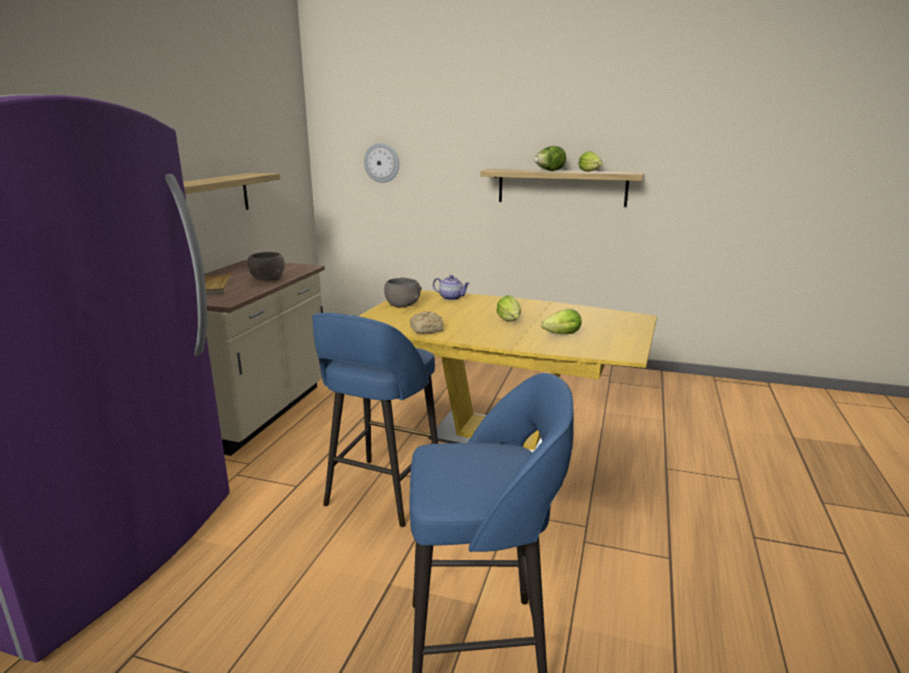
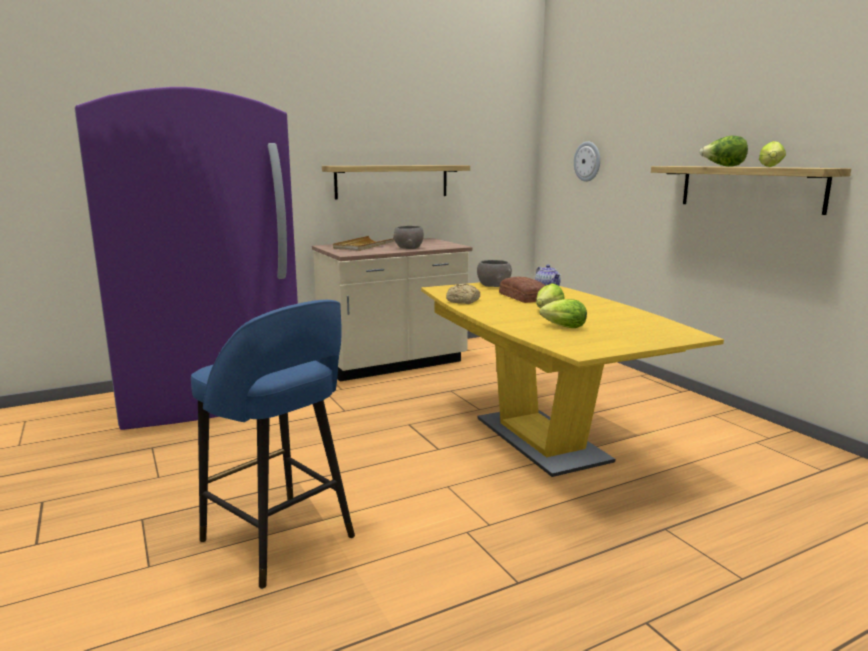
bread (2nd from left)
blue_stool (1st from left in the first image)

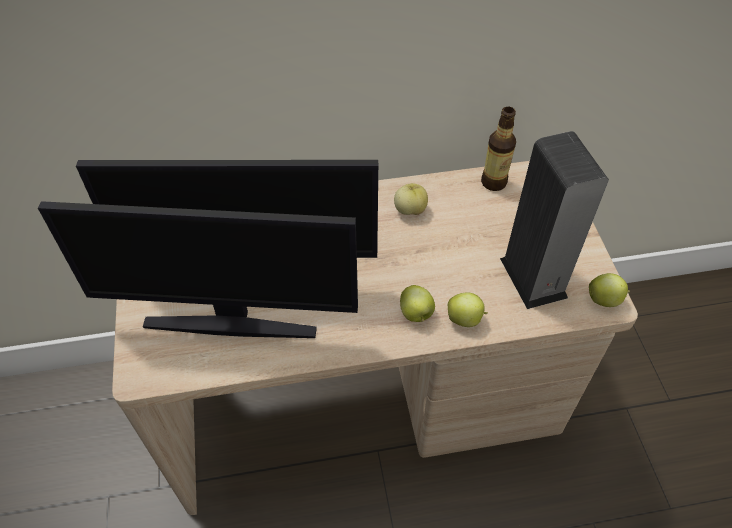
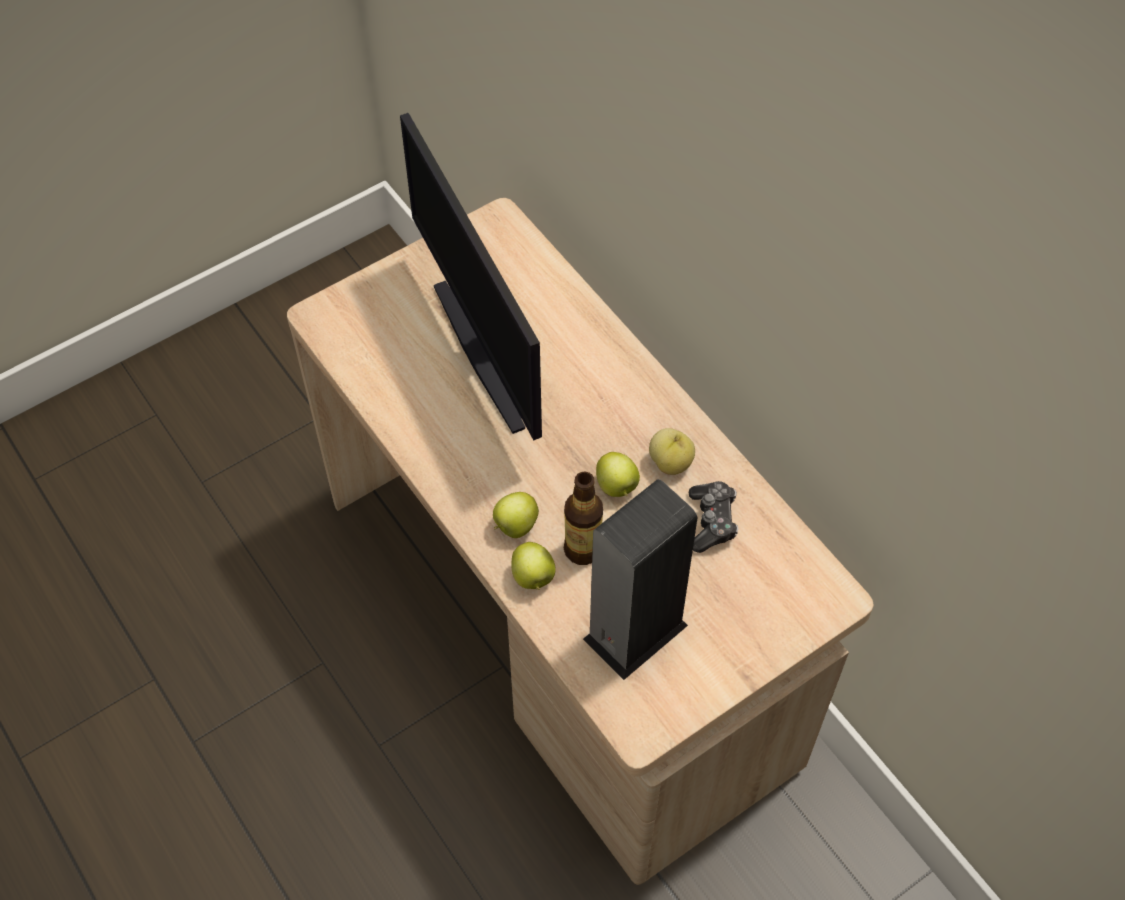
bottle
apple (3rd from left)
game_controller
monitor (1st from left in the first image)

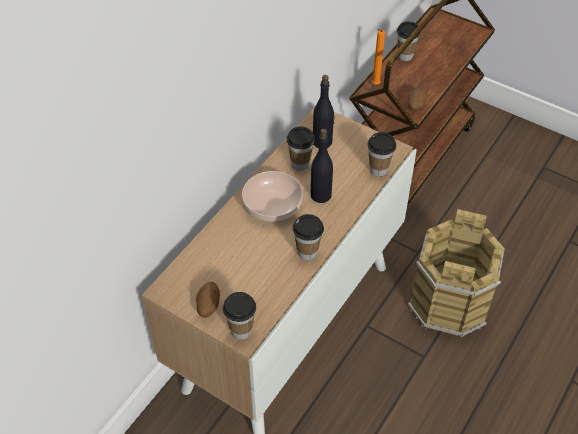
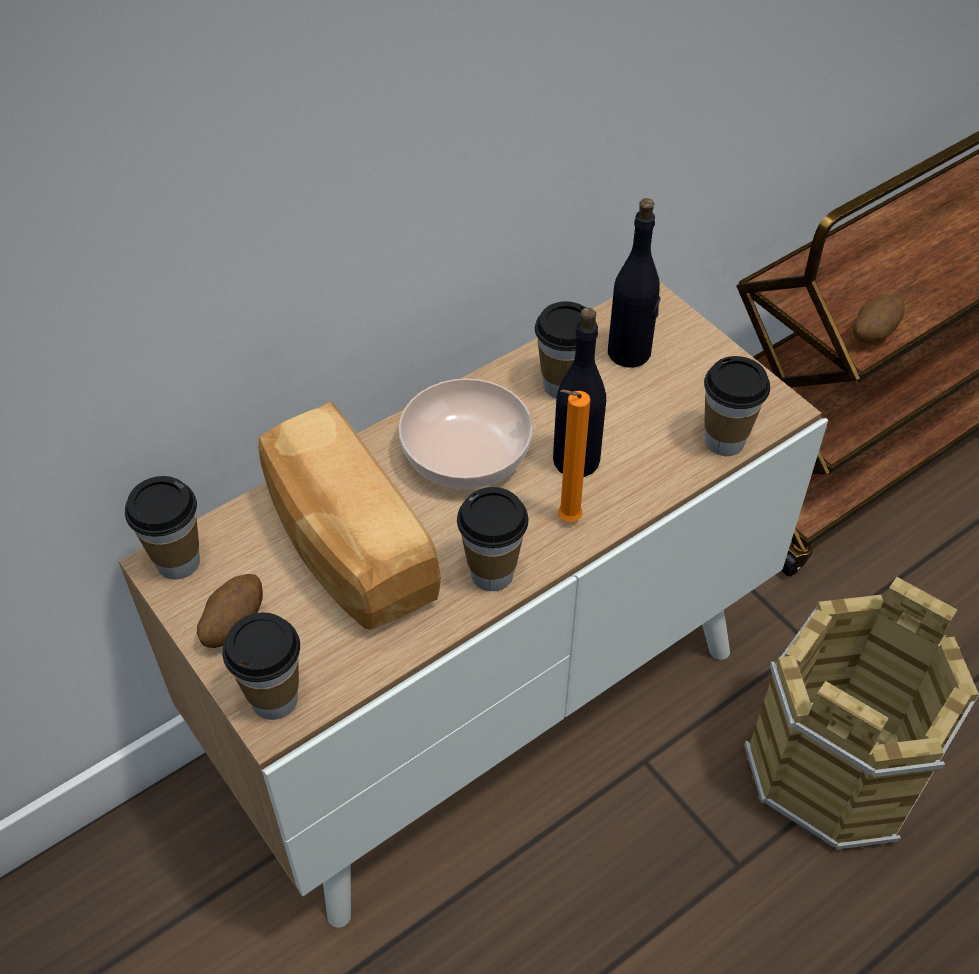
cup (1st from left)
bread
orange_candle

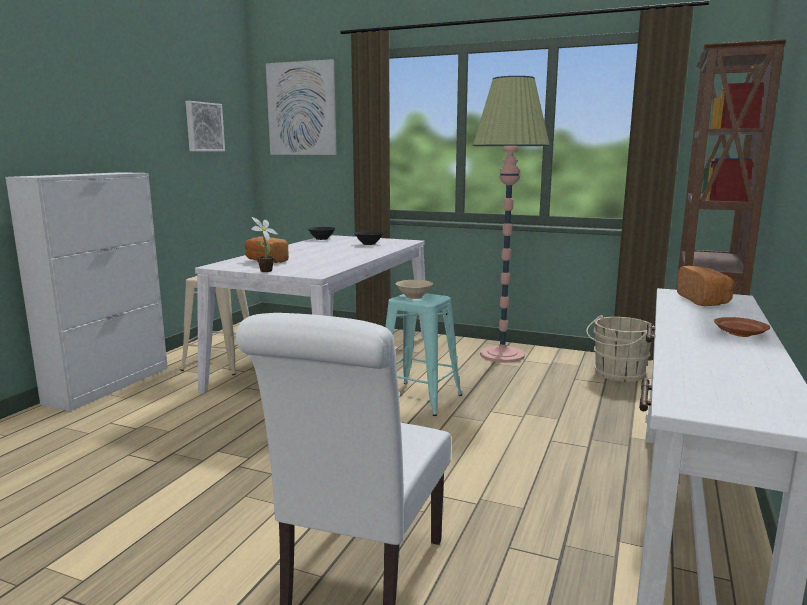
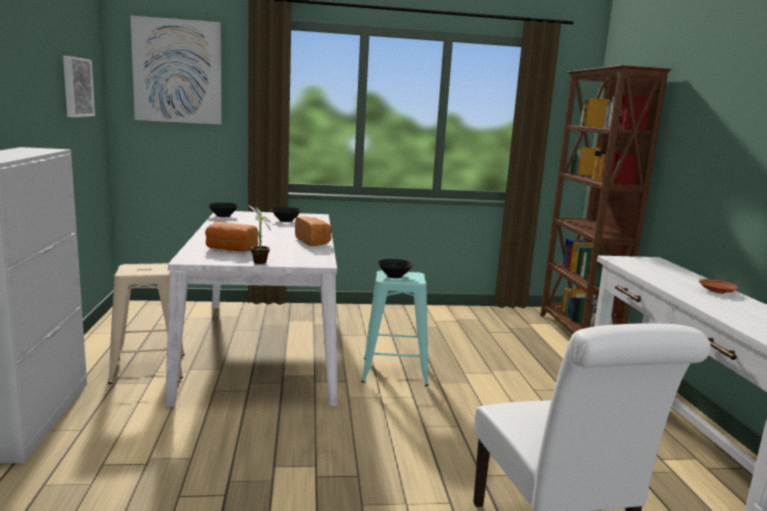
bread (2nd from left)
black_bowl (3rd from left)
floor_lamp
beige_bucket

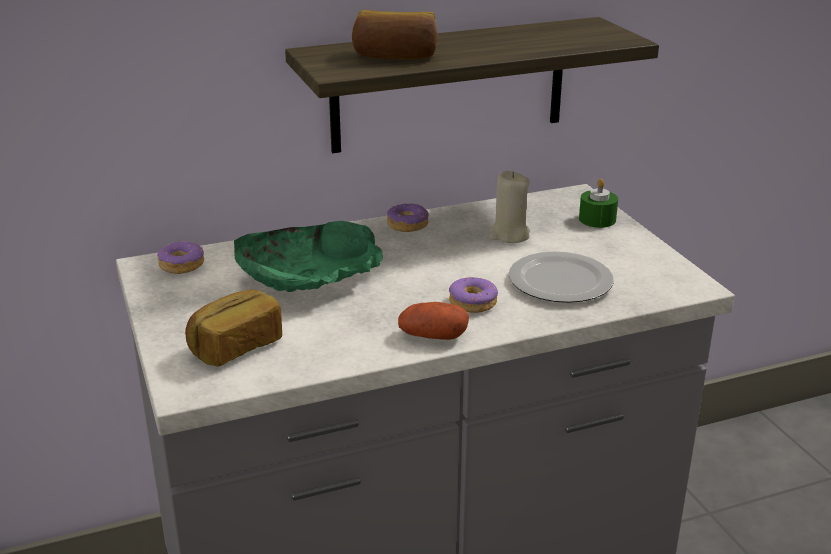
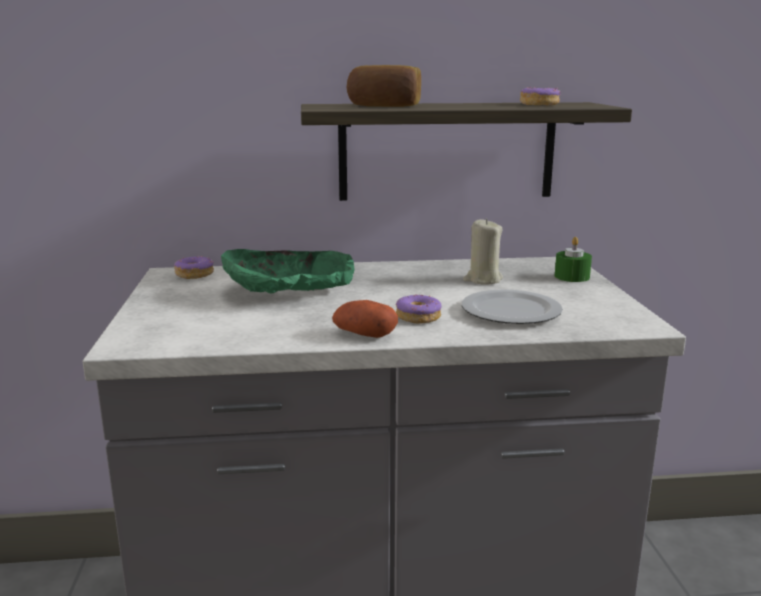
donut (3rd from left)
bread (1st from left in the first image)

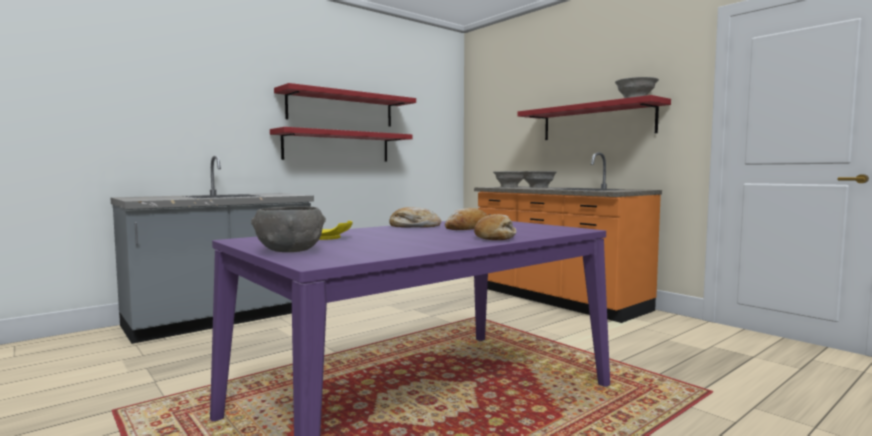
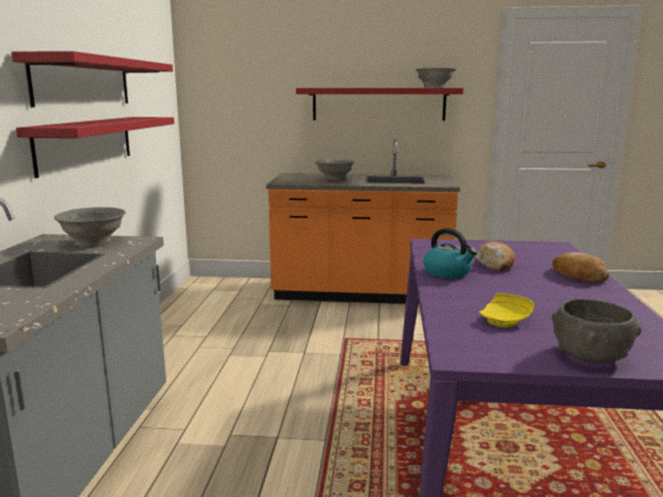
grey_bowl (1st from left)
kettle

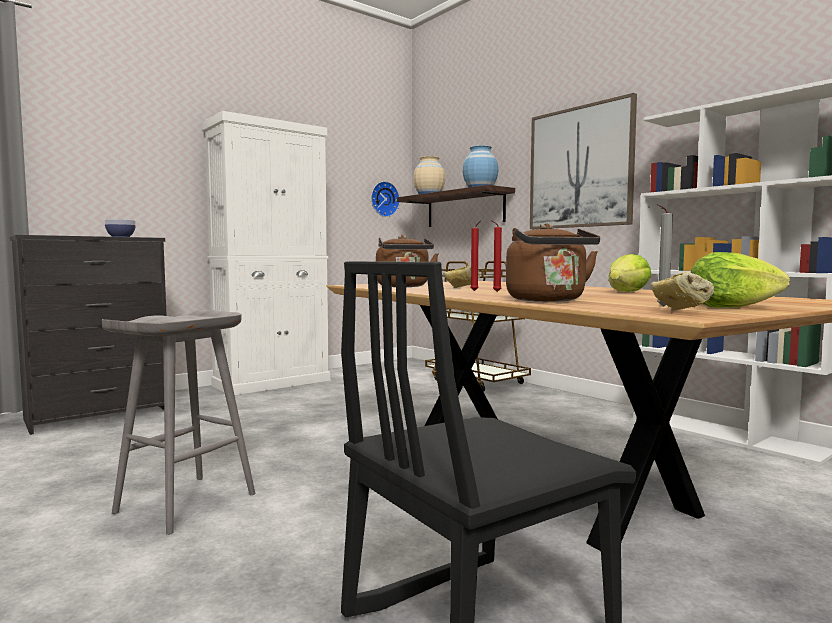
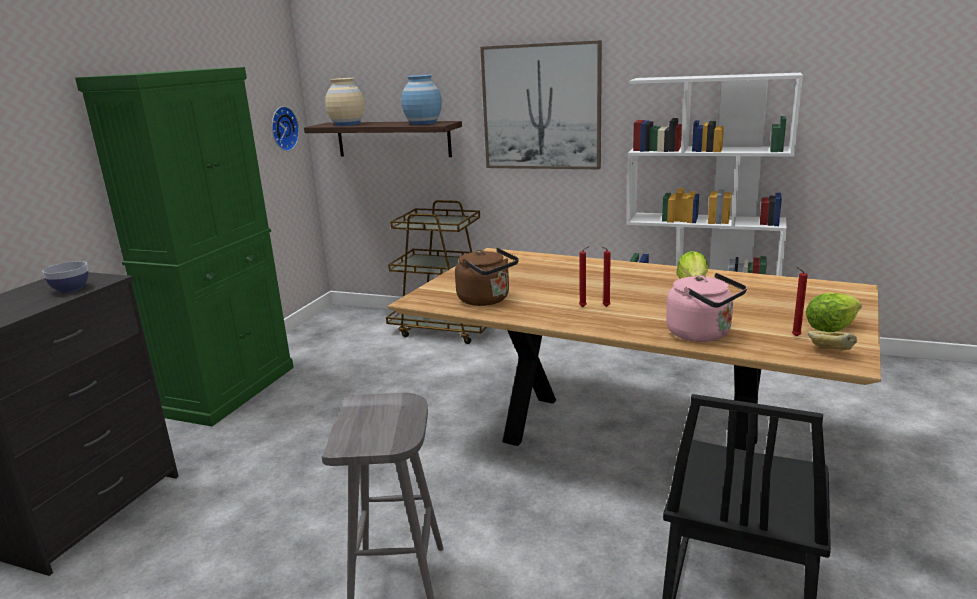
green_cabinet
pink_kettle
red_candle (3rd from left)
bread (1st from left in the first image)

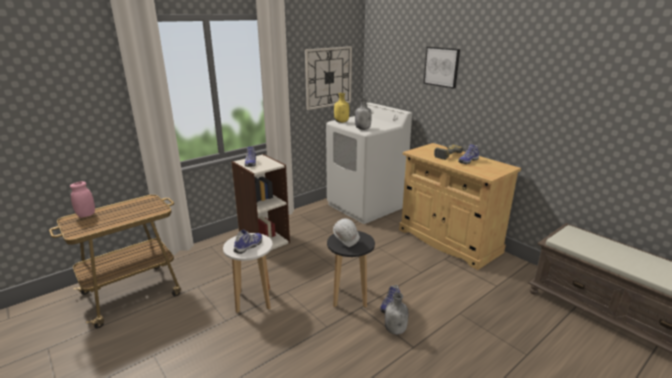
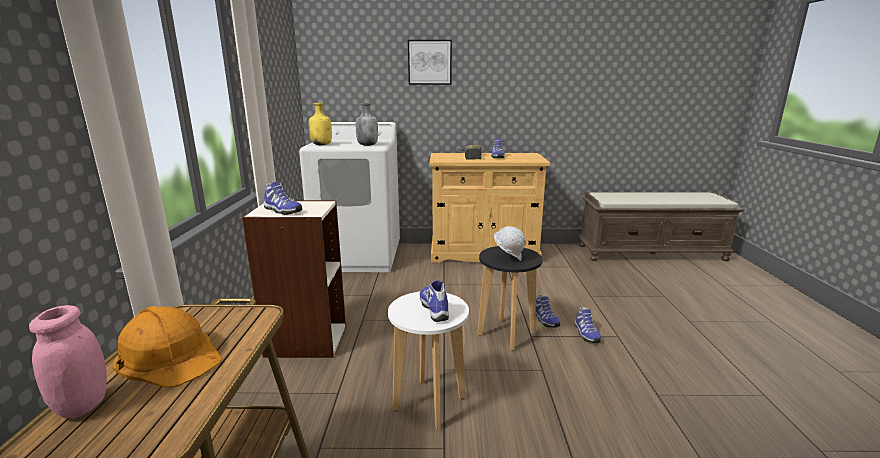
orange_hard_hat
shoe (5th from left)
wall_clock

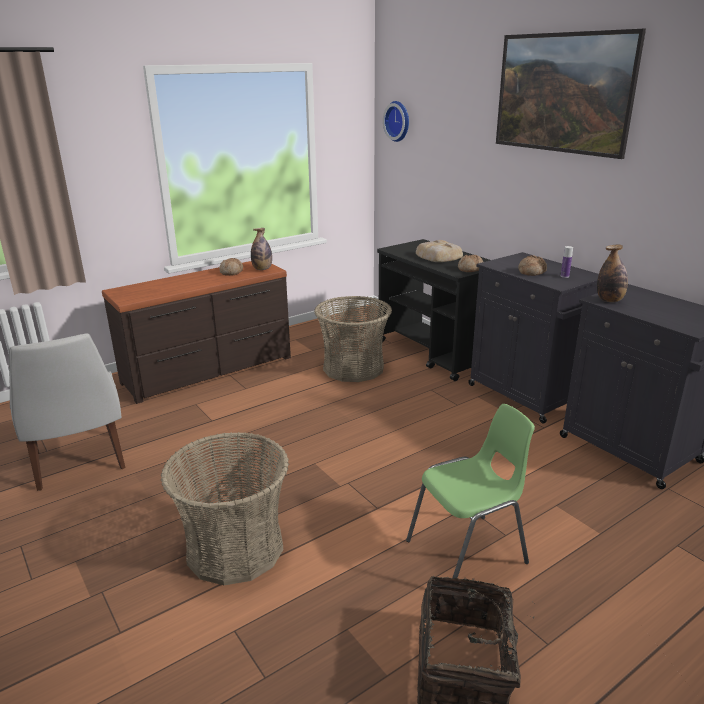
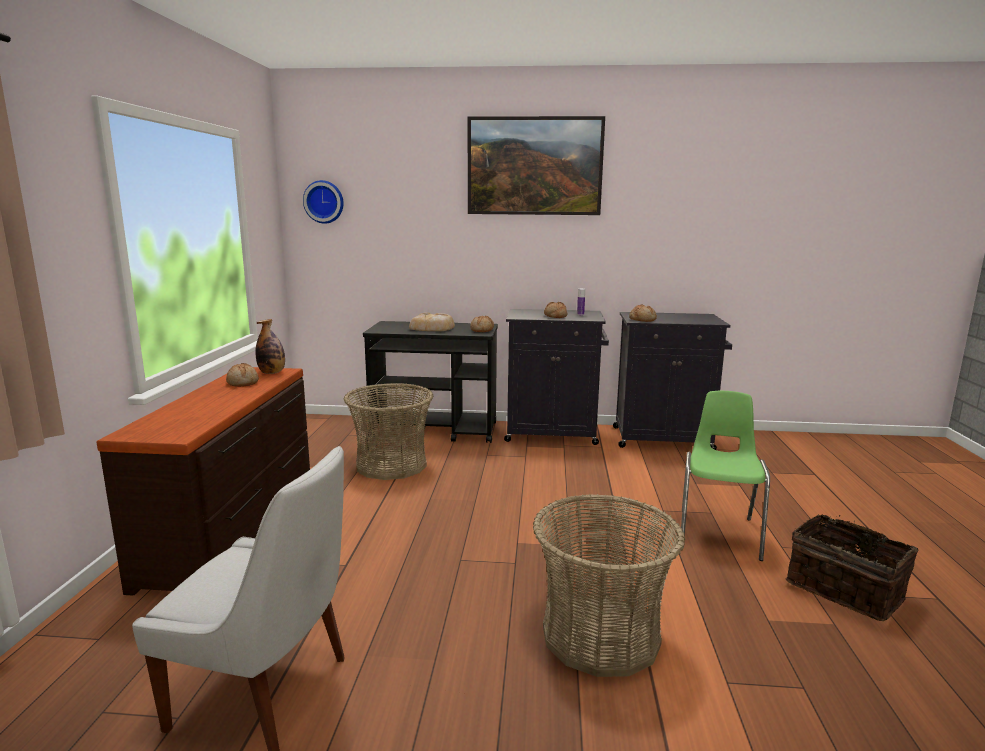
bread (5th from left)

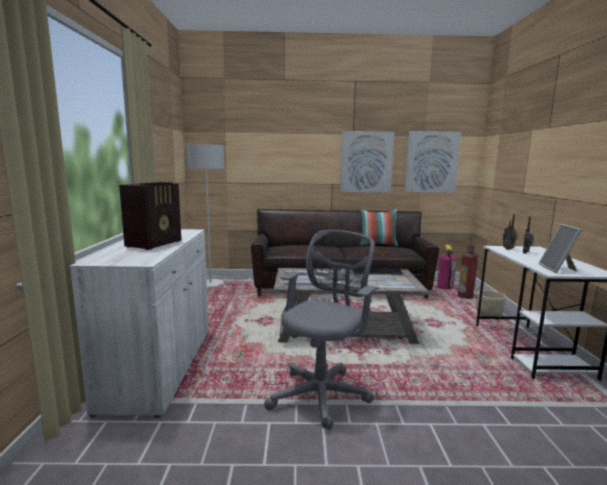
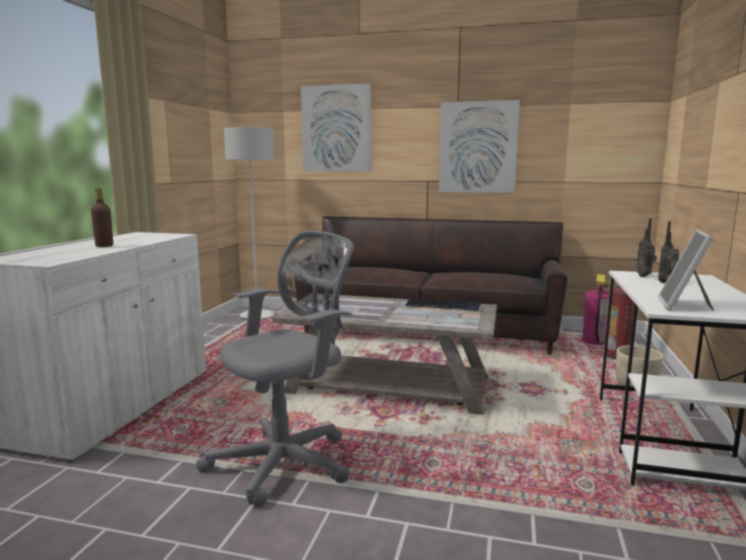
brown_bottle
picture (1st from left)
pillow

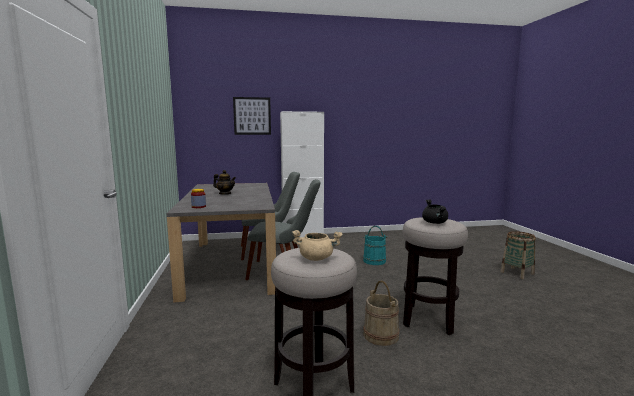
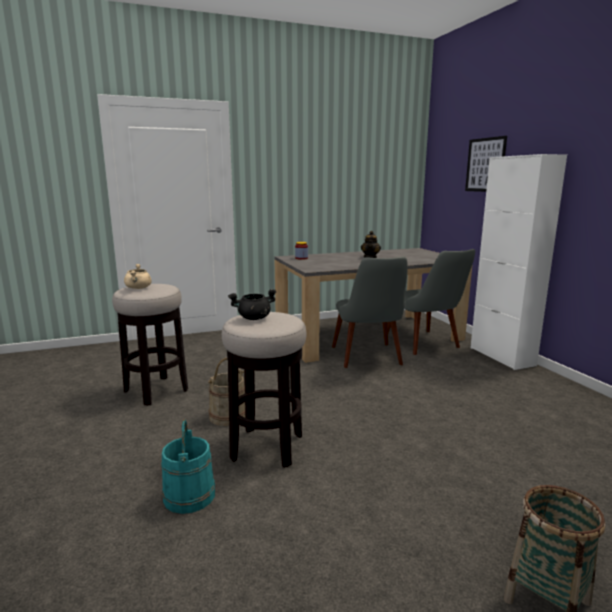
turquoise_bucket

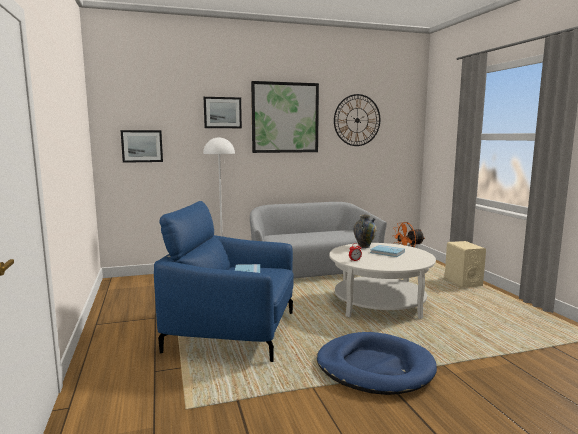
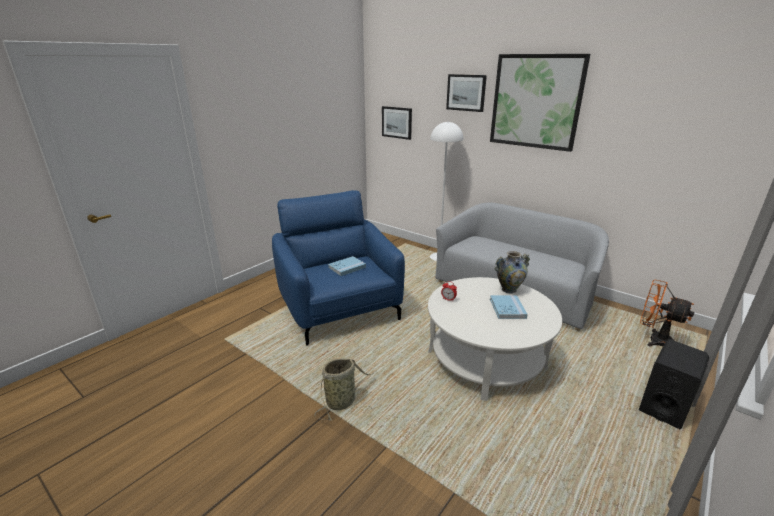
basket
black_speaker
wall_clock

